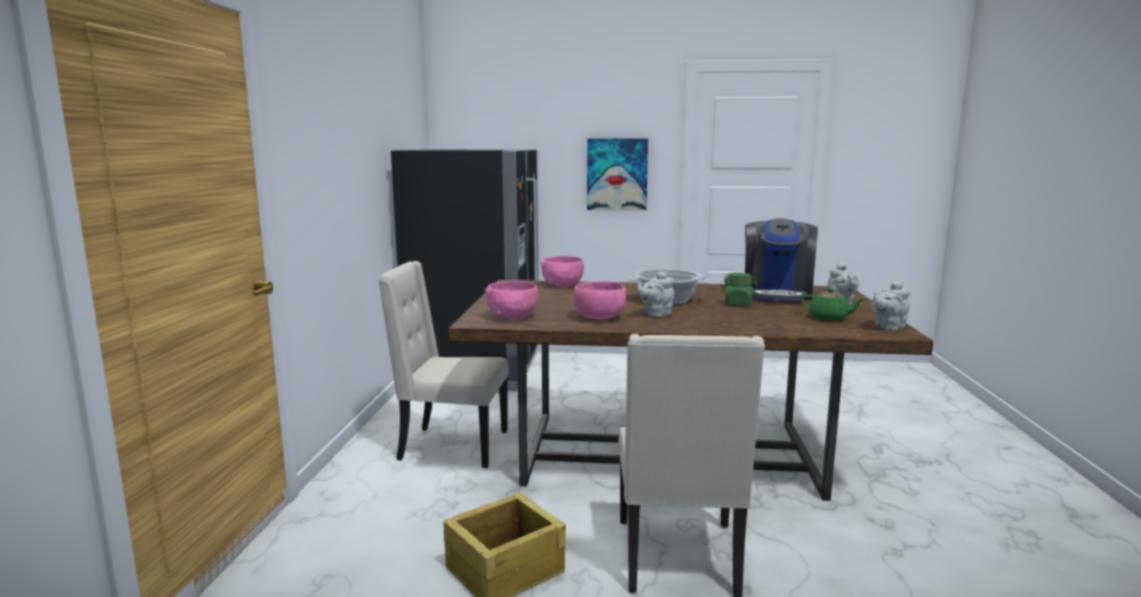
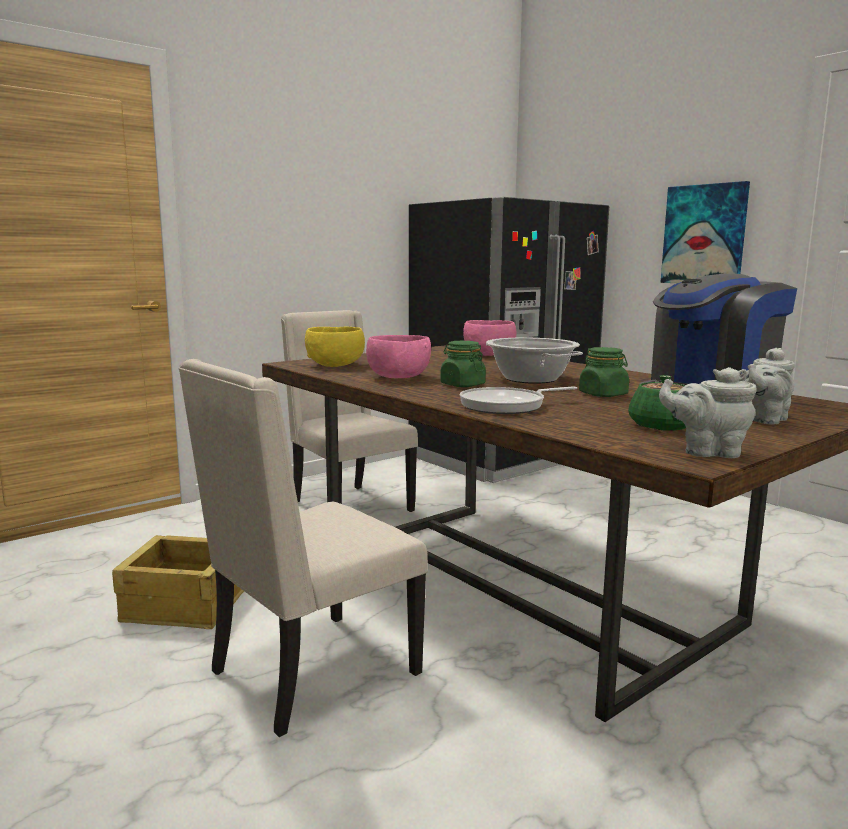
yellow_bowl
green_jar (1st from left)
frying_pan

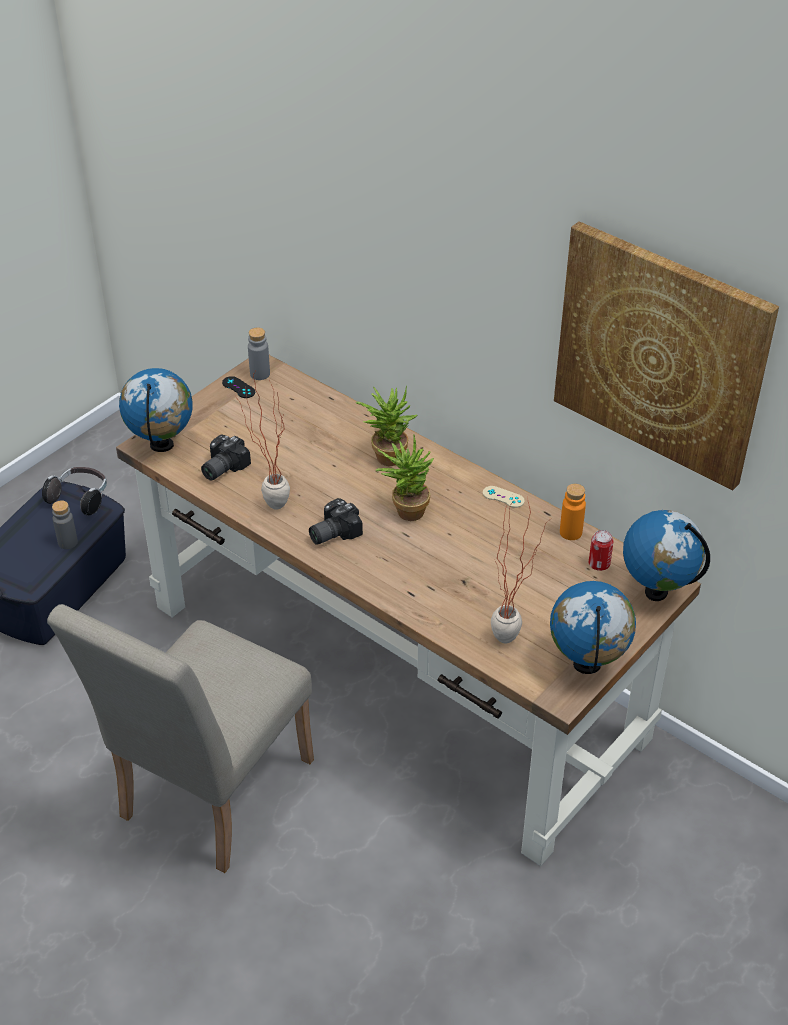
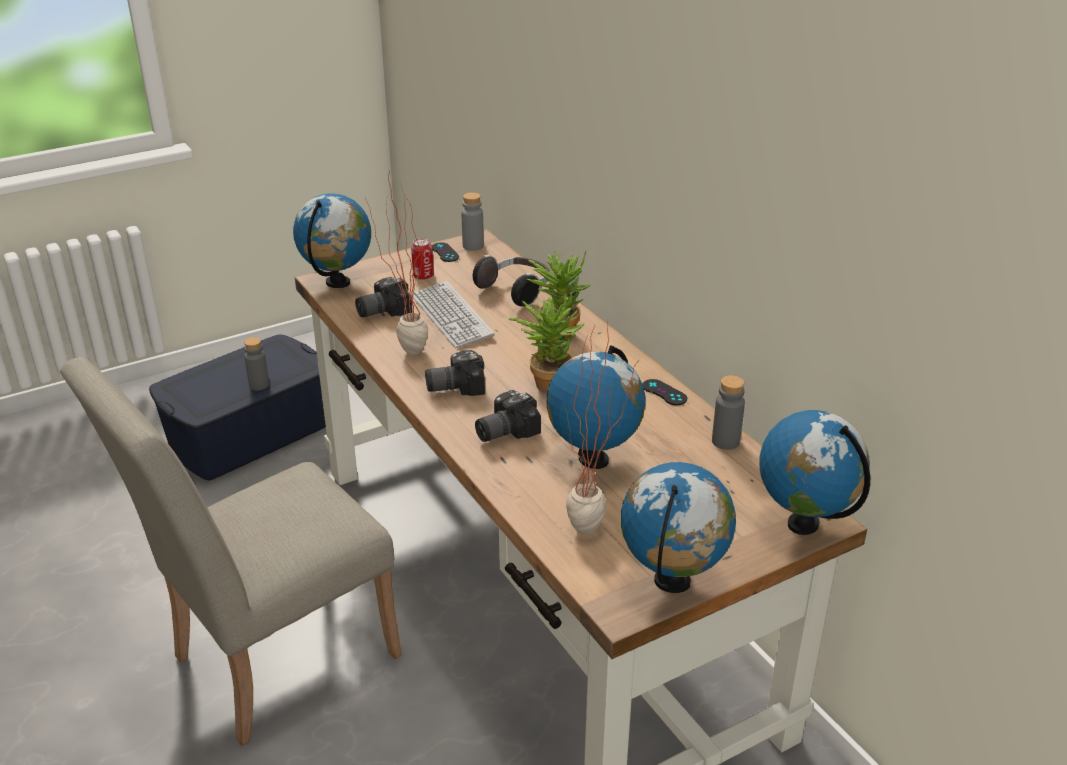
can
keyboard
headphones
photo_camera (3rd from left)
globe (2nd from left)
black_game_controller (2nd from left)
grey_bottle (3rd from left)
picture

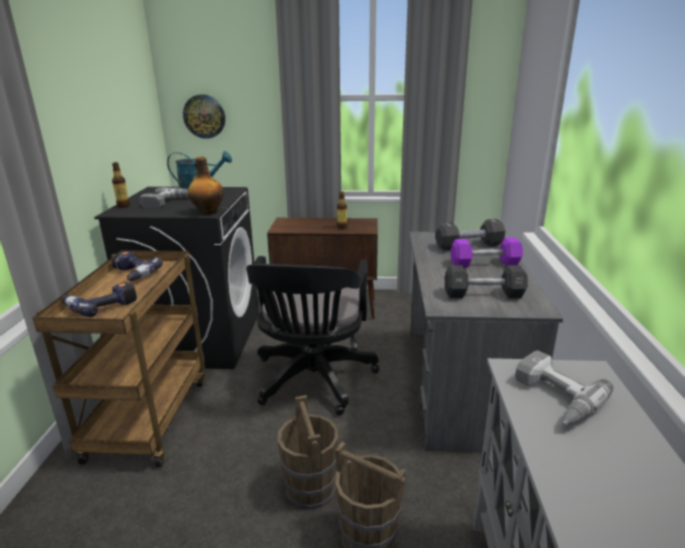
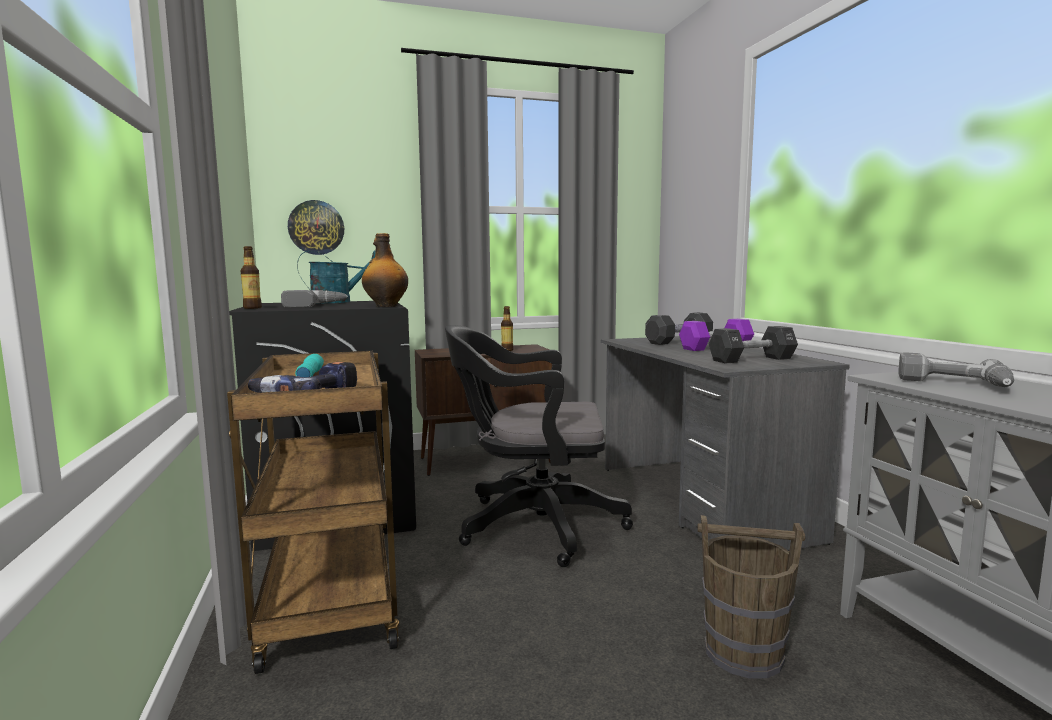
turquoise_flashlight
black_office_chair
brown_bucket (1st from left in the first image)

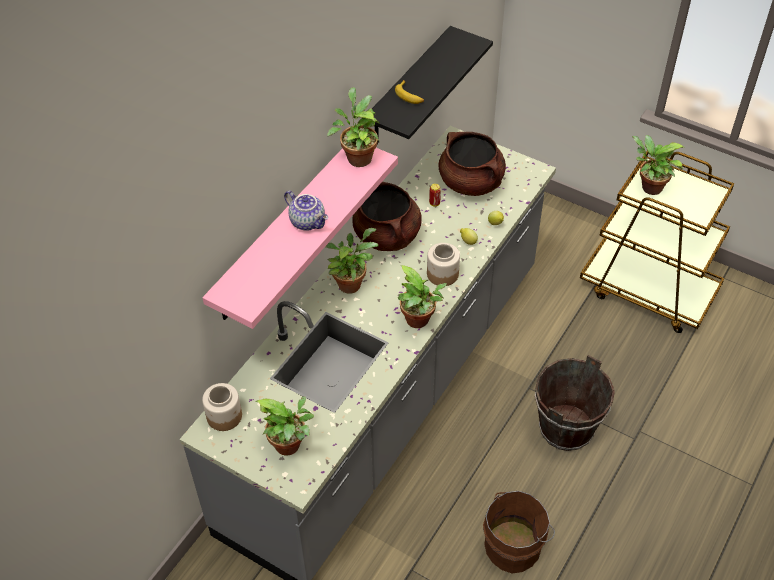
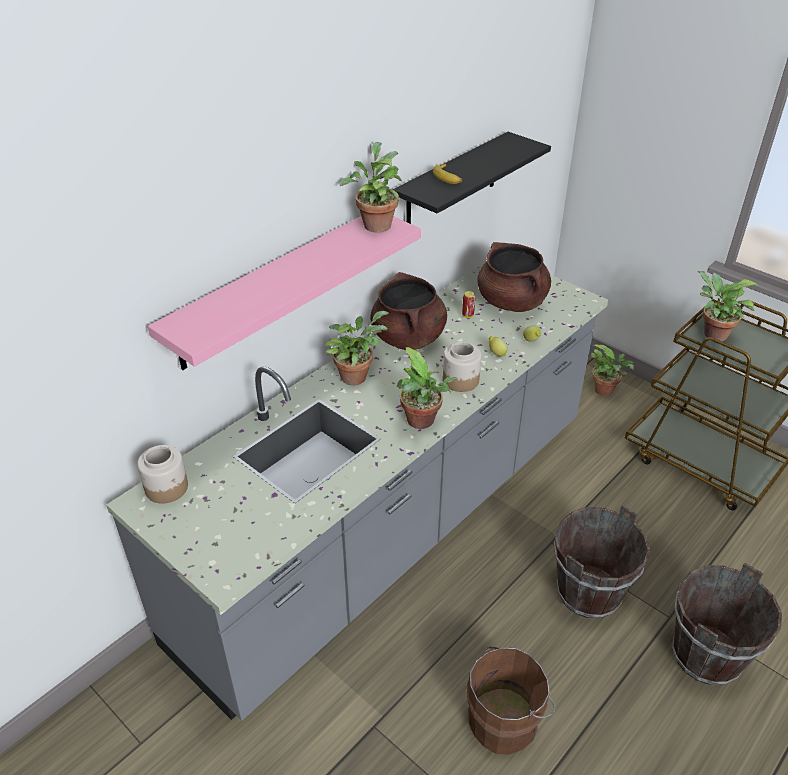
potted_plant (4th from left)
brown_bucket (3rd from left)
teapot

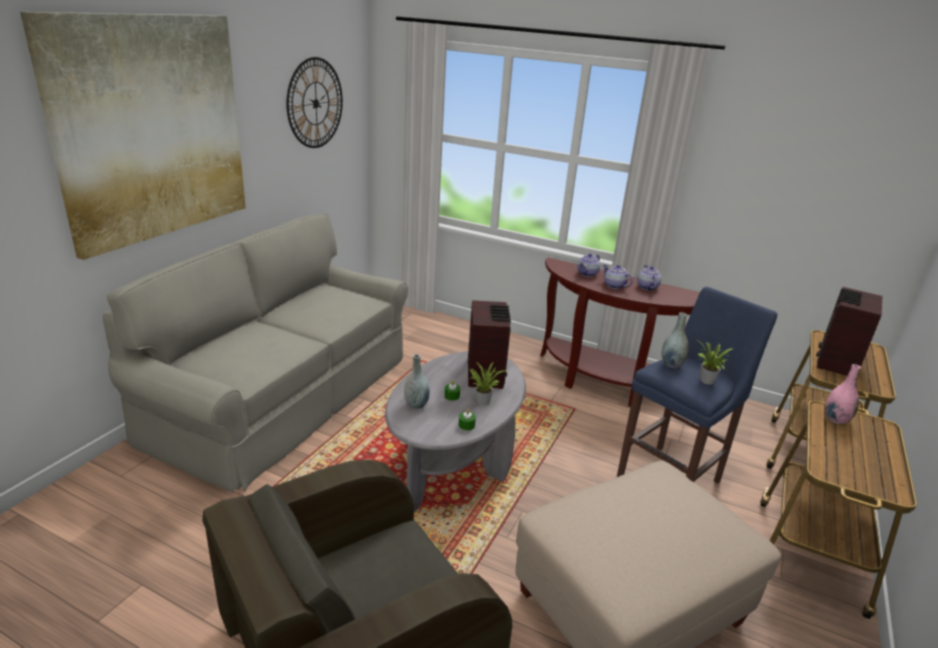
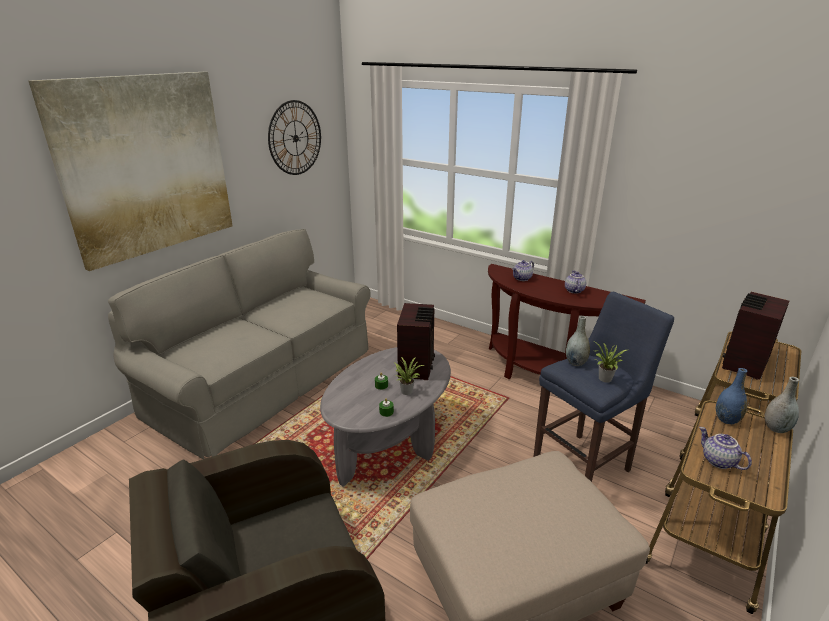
teapot (3rd from left)
blue_vase
grey_vase (2nd from left)

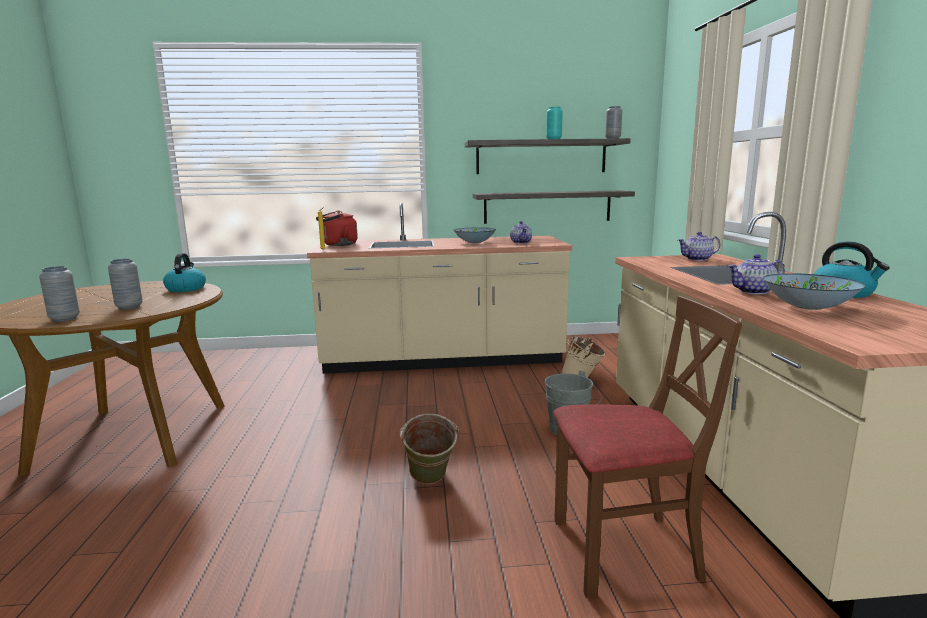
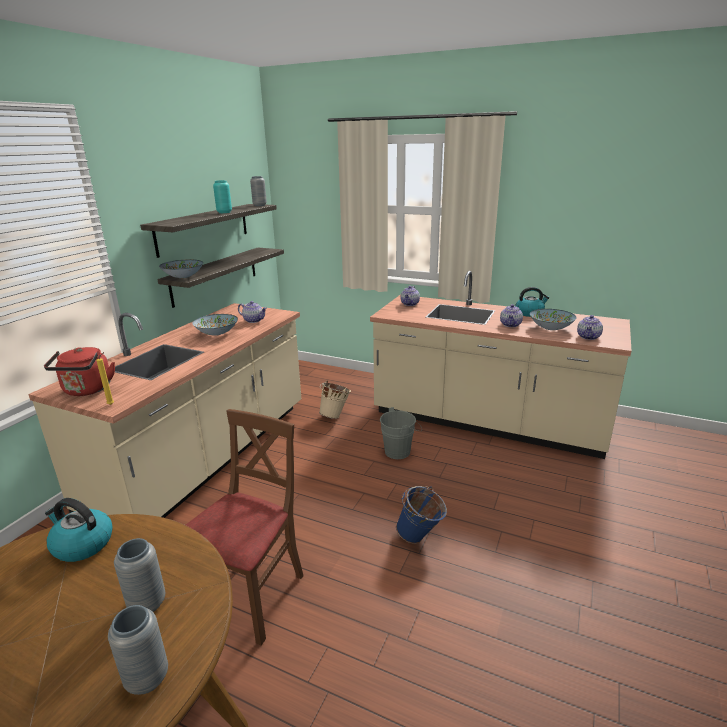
bowl (1st from left)
brown_chair
blue_bucket
teapot (4th from left)

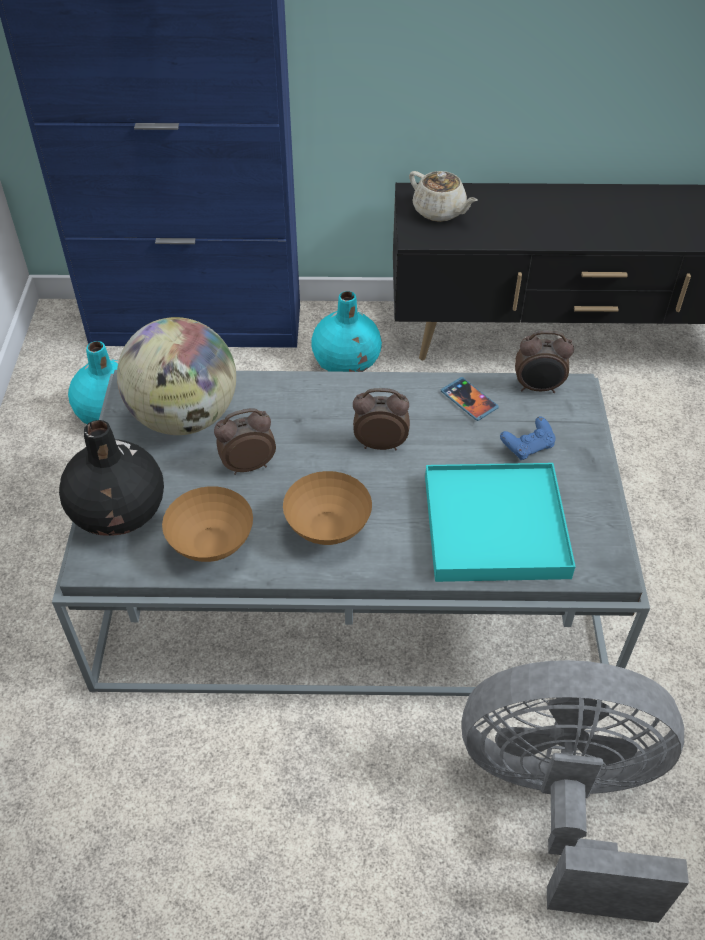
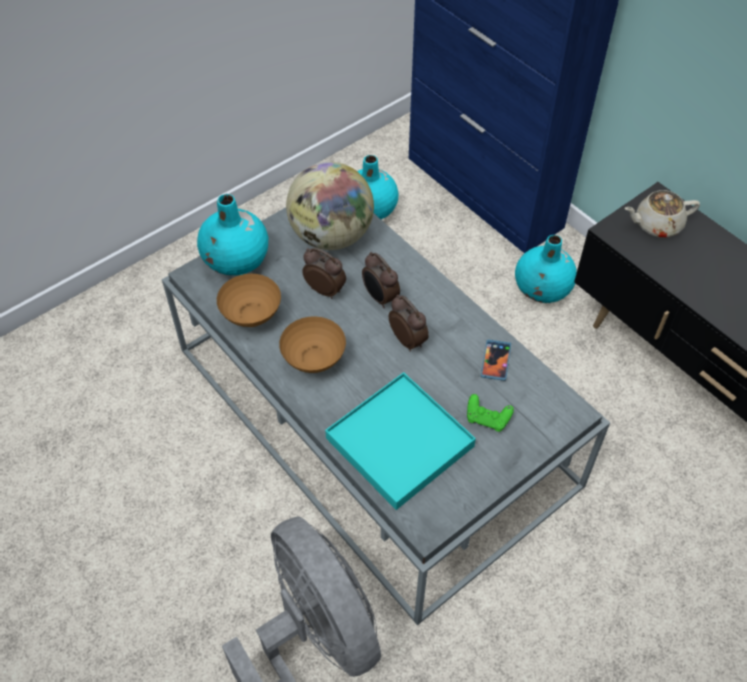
turquoise_vase (1st from left)
alarm_clock (2nd from left)
green_game_controller
beige_teapot

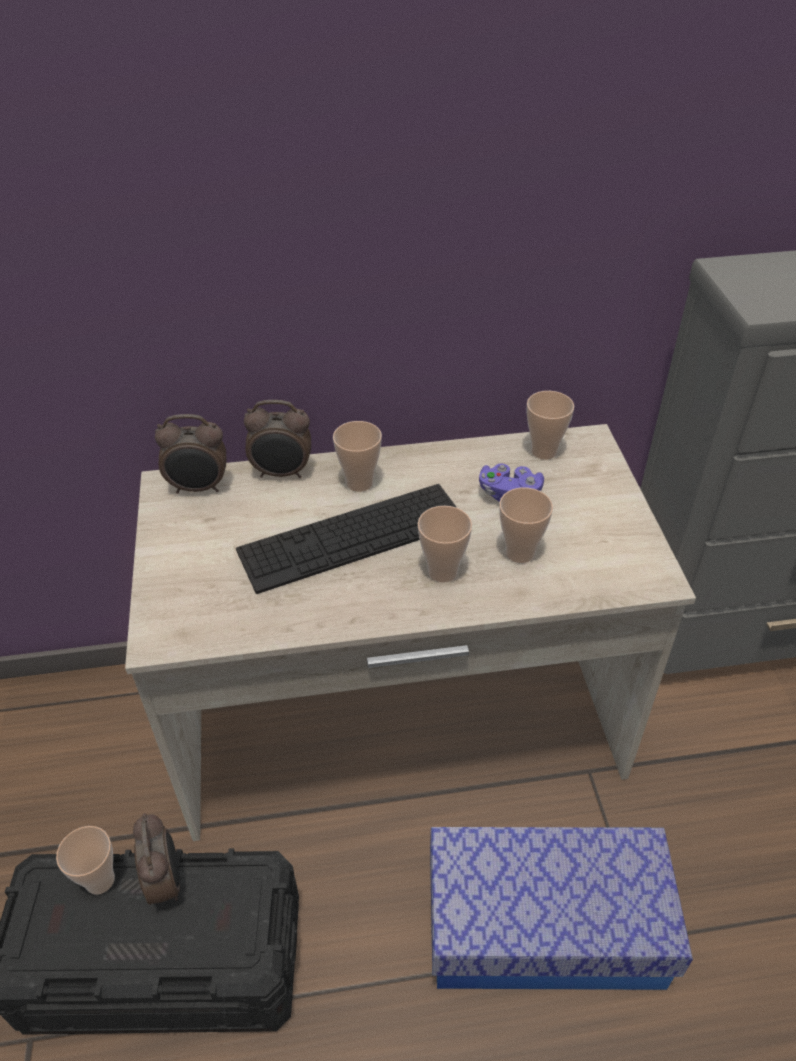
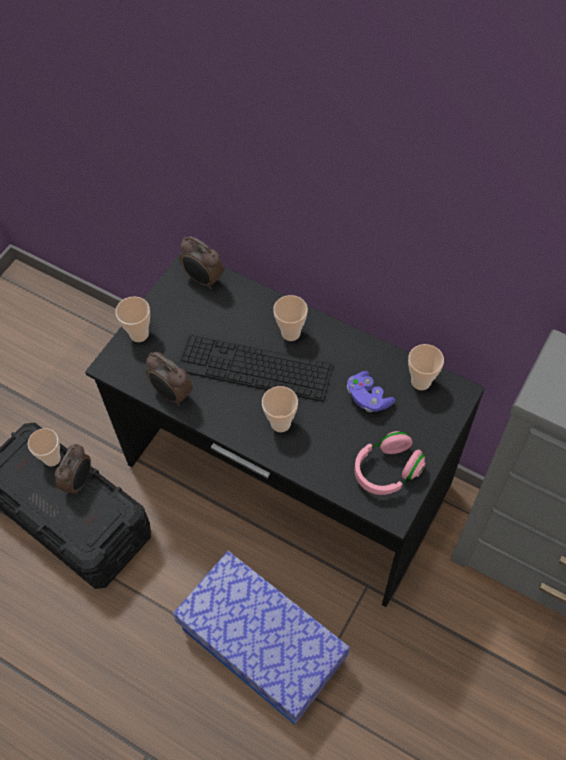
black_desk
cup (2nd from left)
alarm_clock (2nd from left)
pink_headphones

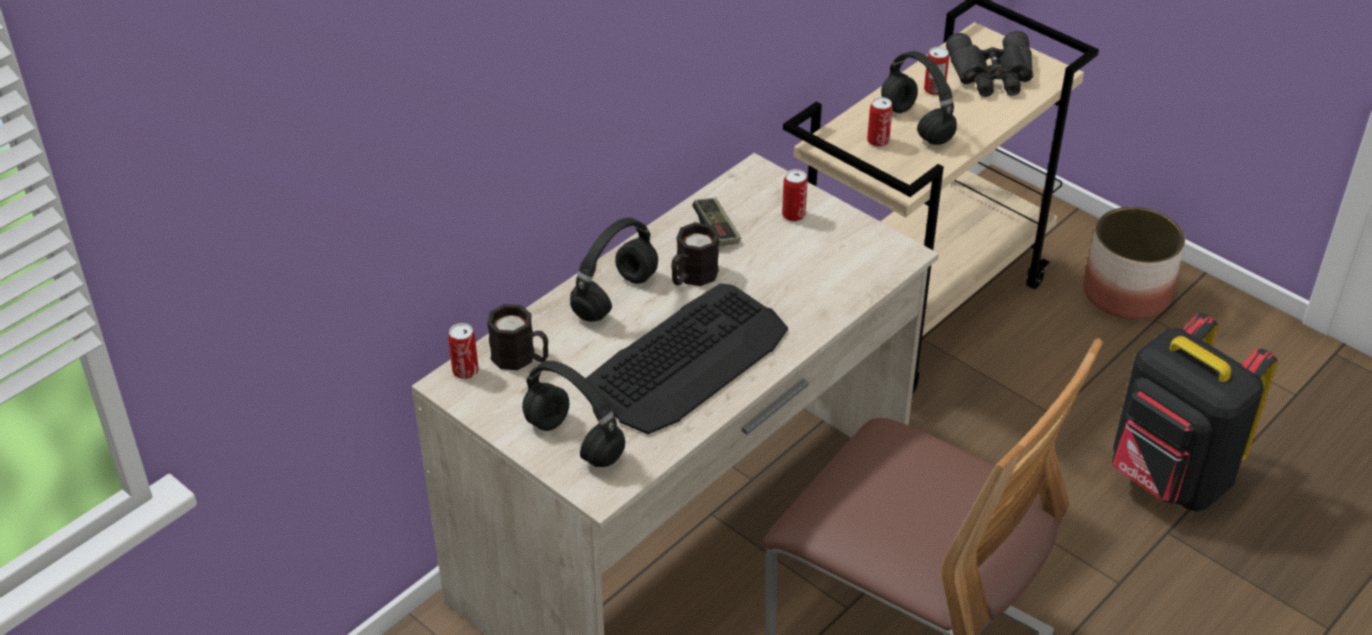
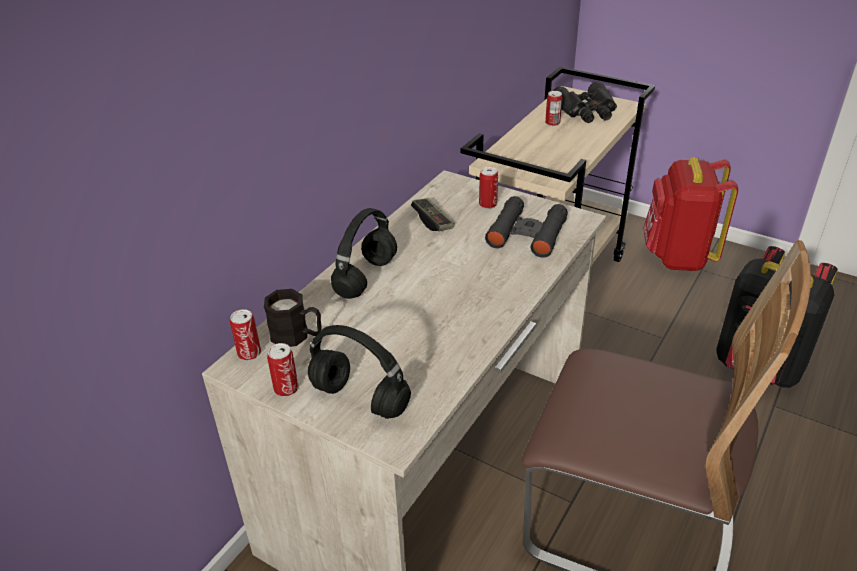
can (2nd from left)
black_binoculars (1st from left)
red_backpack
keyboard
black_mug (2nd from left in the first image)
black_headphones (3rd from left in the first image)

